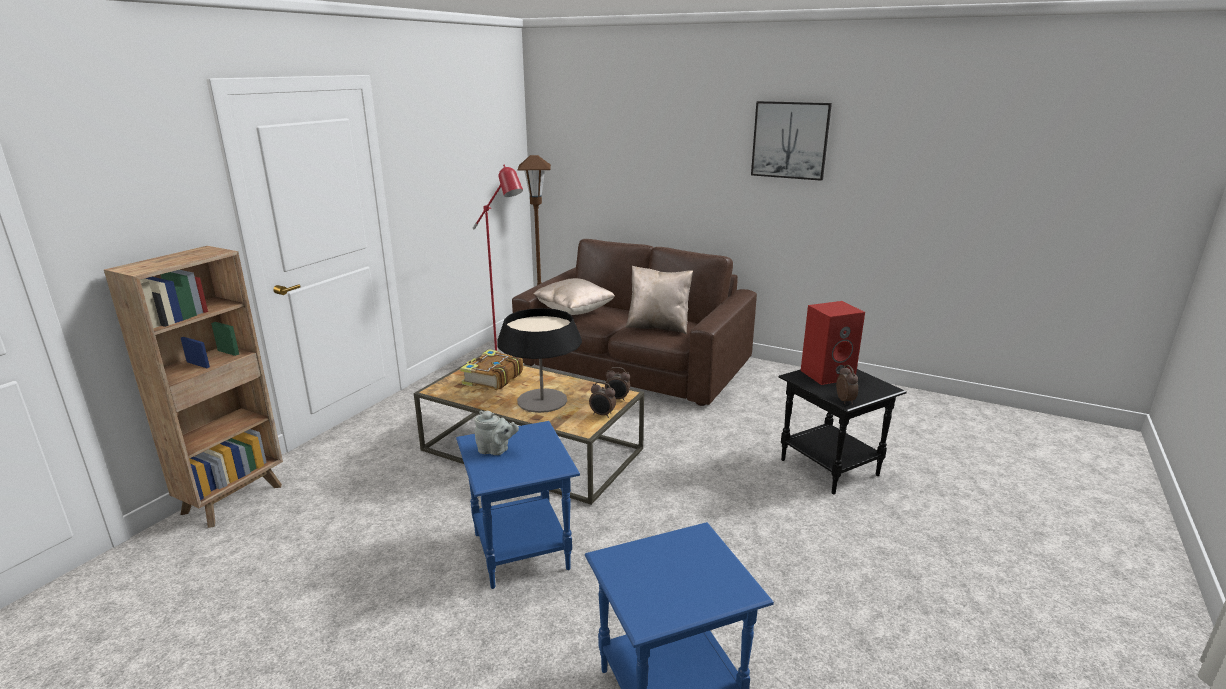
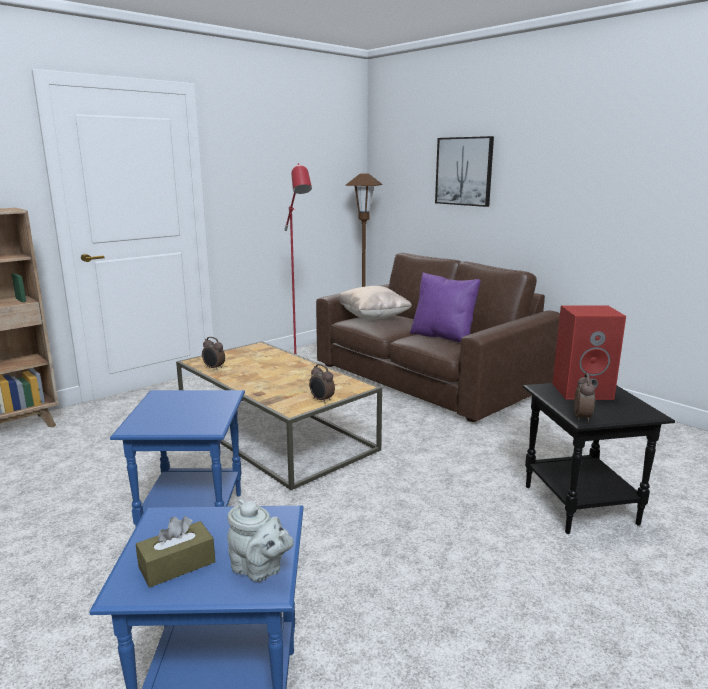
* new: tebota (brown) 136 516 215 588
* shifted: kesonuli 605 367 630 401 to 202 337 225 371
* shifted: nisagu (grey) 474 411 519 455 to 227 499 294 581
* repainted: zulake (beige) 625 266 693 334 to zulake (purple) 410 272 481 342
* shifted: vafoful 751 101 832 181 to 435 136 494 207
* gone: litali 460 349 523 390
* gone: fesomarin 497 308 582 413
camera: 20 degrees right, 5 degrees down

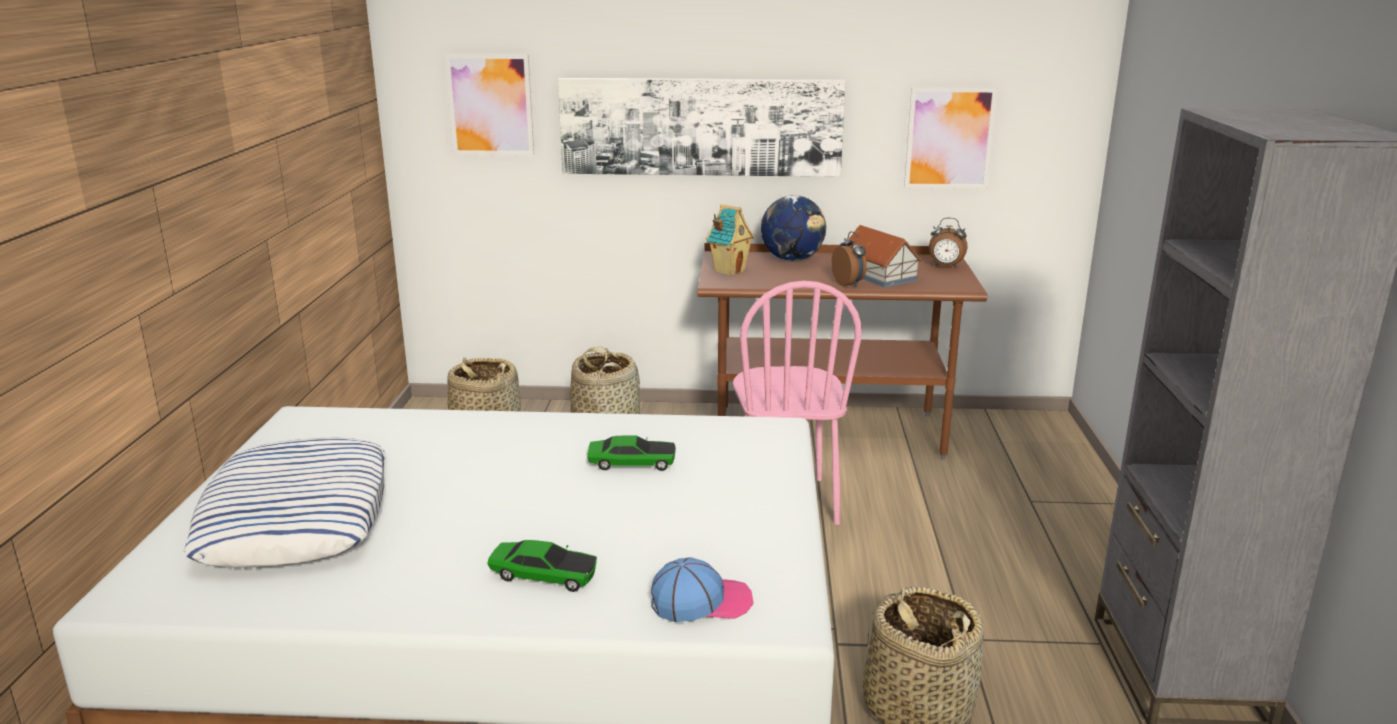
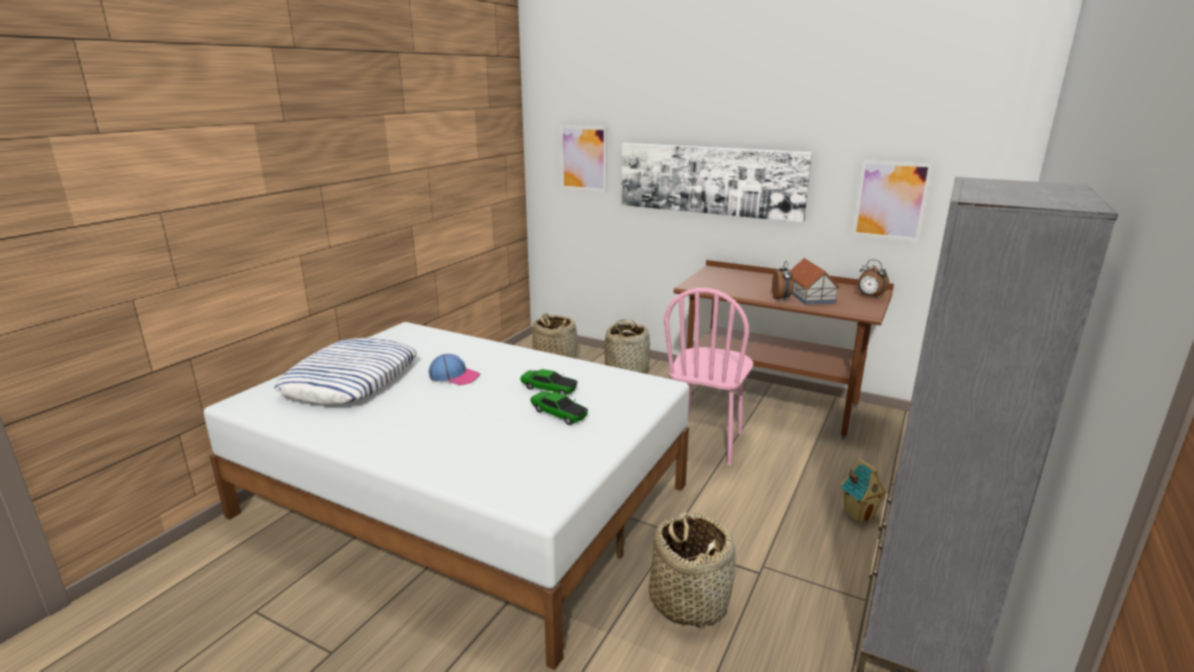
* shifted: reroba 651 557 753 622 to 429 354 480 385
* shifted: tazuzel 487 540 597 592 to 530 391 588 425
* shifted: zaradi 706 204 755 276 to 840 459 887 523
* gone: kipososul 761 195 826 261
camera: 25 degrees right, 0 degrees up

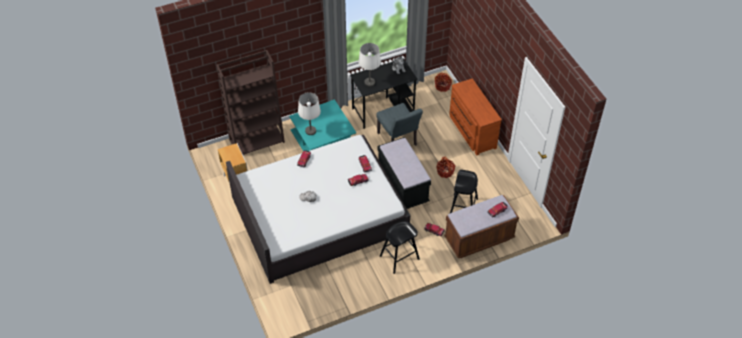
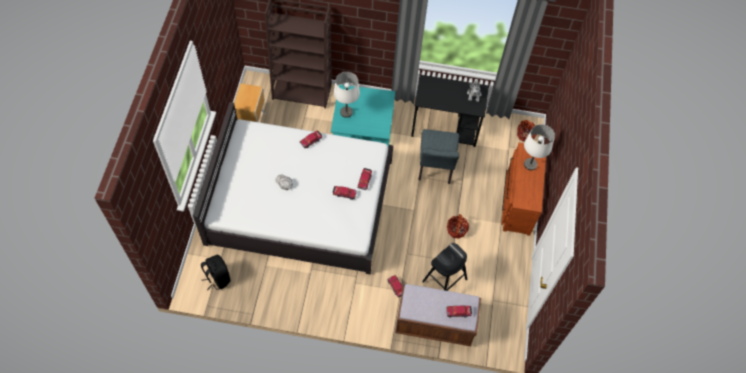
* new: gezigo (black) 201 255 231 291
* shifted: fesomarin (white) 358 43 381 87 to 524 124 555 170
* gone: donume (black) 378 137 431 209
* gone: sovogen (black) 380 221 419 274
camera: 30 degrees right, 10 degrees up

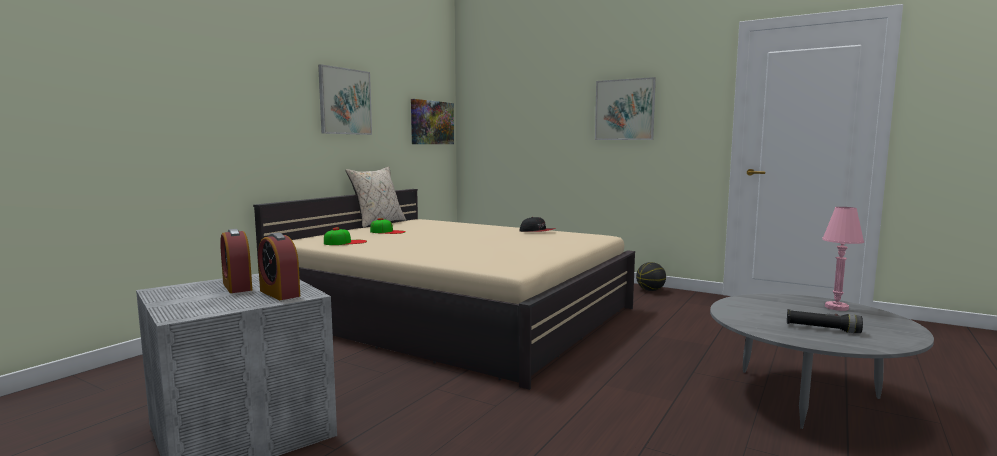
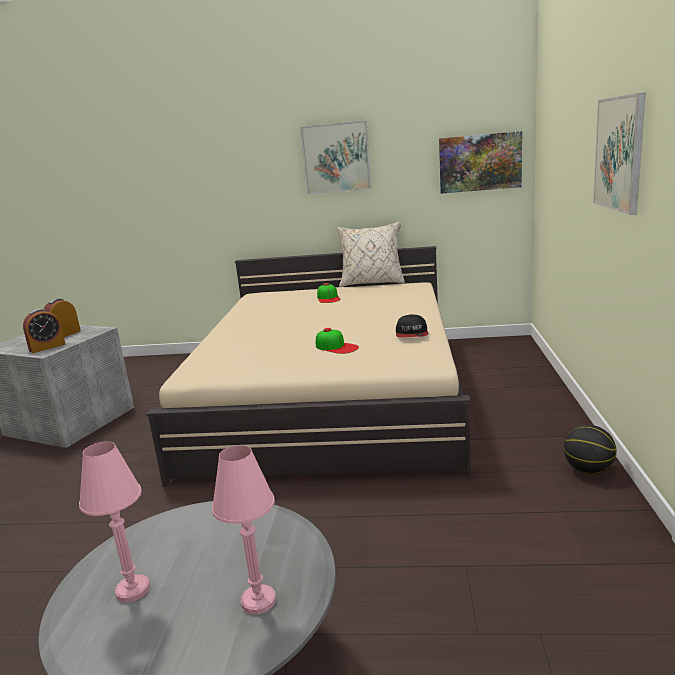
* rotated: kesonuli 258 233 300 300 = 23 309 66 353 150 degrees counterclockwise
* swapped: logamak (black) 787 309 863 333 to fesomarin (pink) 79 441 150 603
* shifted: reroba 324 227 367 245 to 316 328 359 354
camera: 65 degrees right, 10 degrees up

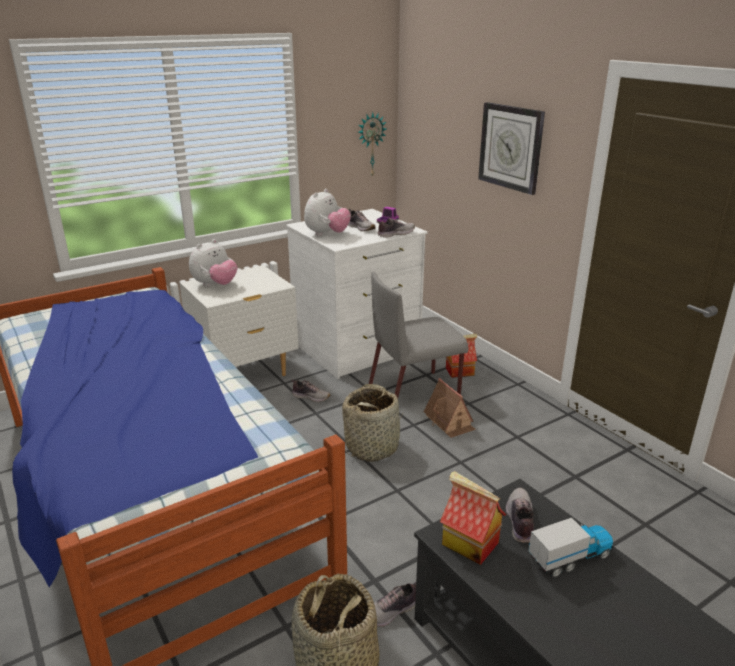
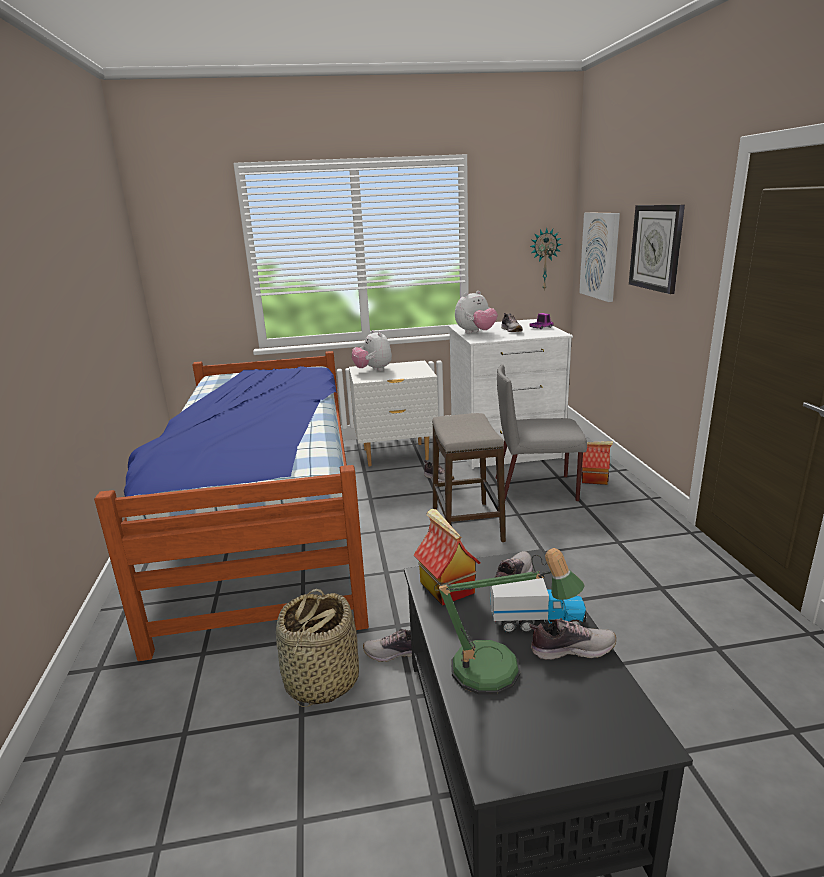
* rotated: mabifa 189 239 237 287 = 352 330 392 371 90 degrees clockwise
* swapped: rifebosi 342 384 403 462 to sovogen 432 413 506 542
* new: fesomarin 434 548 585 695
* shifted: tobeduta 377 218 415 237 to 530 618 616 660
* new: vafoful 579 212 620 302
* gone: zaradi 424 378 475 438
camera: 25 degrees right, 5 degrees down

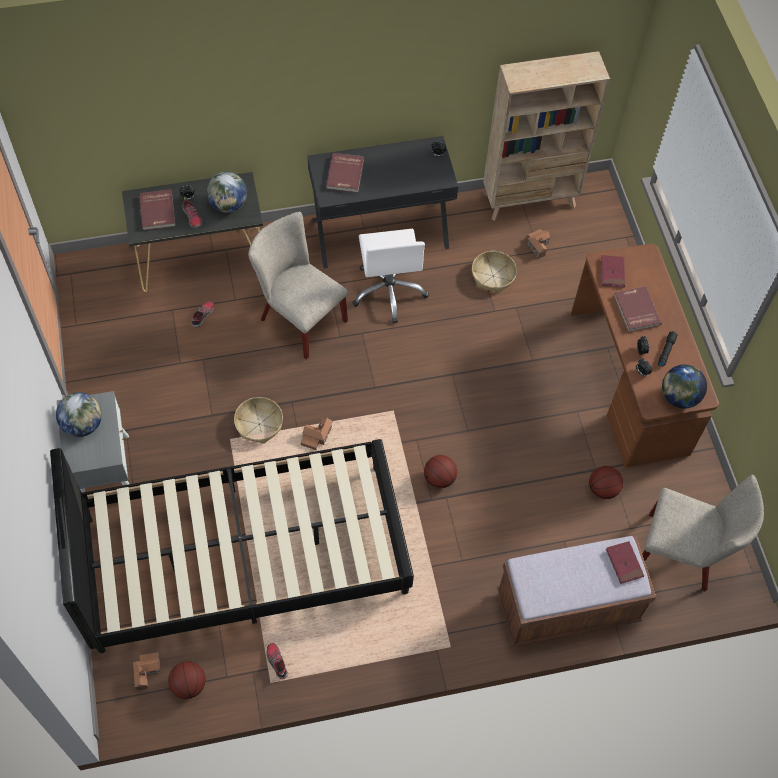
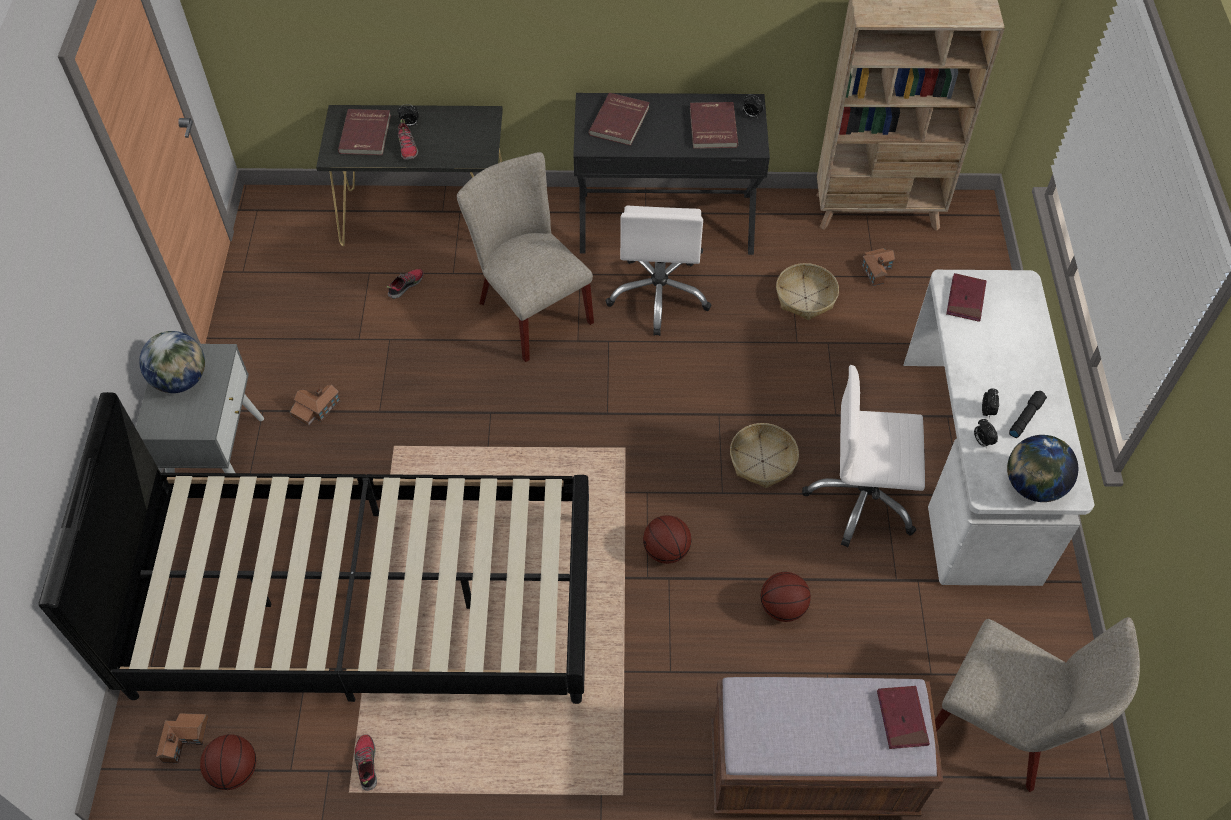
* shifted: zaradi 301 418 333 450 to 290 385 340 426
* shifted: litali (red) 614 286 662 332 to 690 102 738 149
* shifted: rifebosi 234 397 283 444 to 730 423 799 488
* shifted: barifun 589 466 623 499 to 761 572 811 622
* new: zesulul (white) 802 365 925 547
* repainted: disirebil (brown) 571 244 719 467 to disirebil (white) 904 270 1095 586
* gone: kipososul 207 172 247 213
camera: 15 degrees right, 5 degrees down

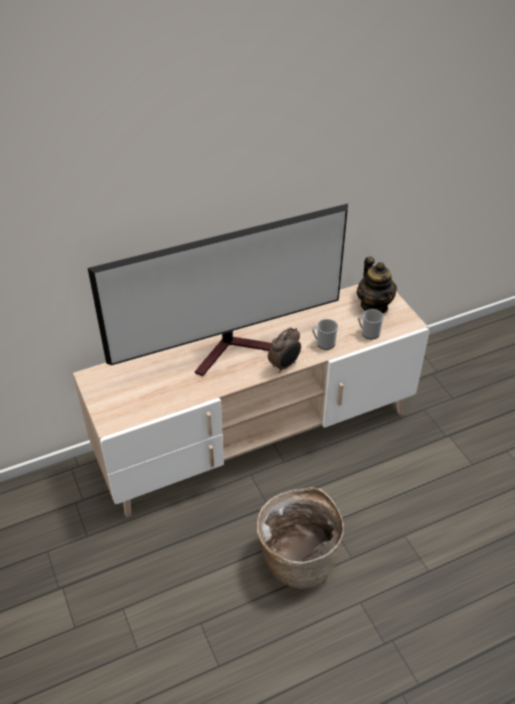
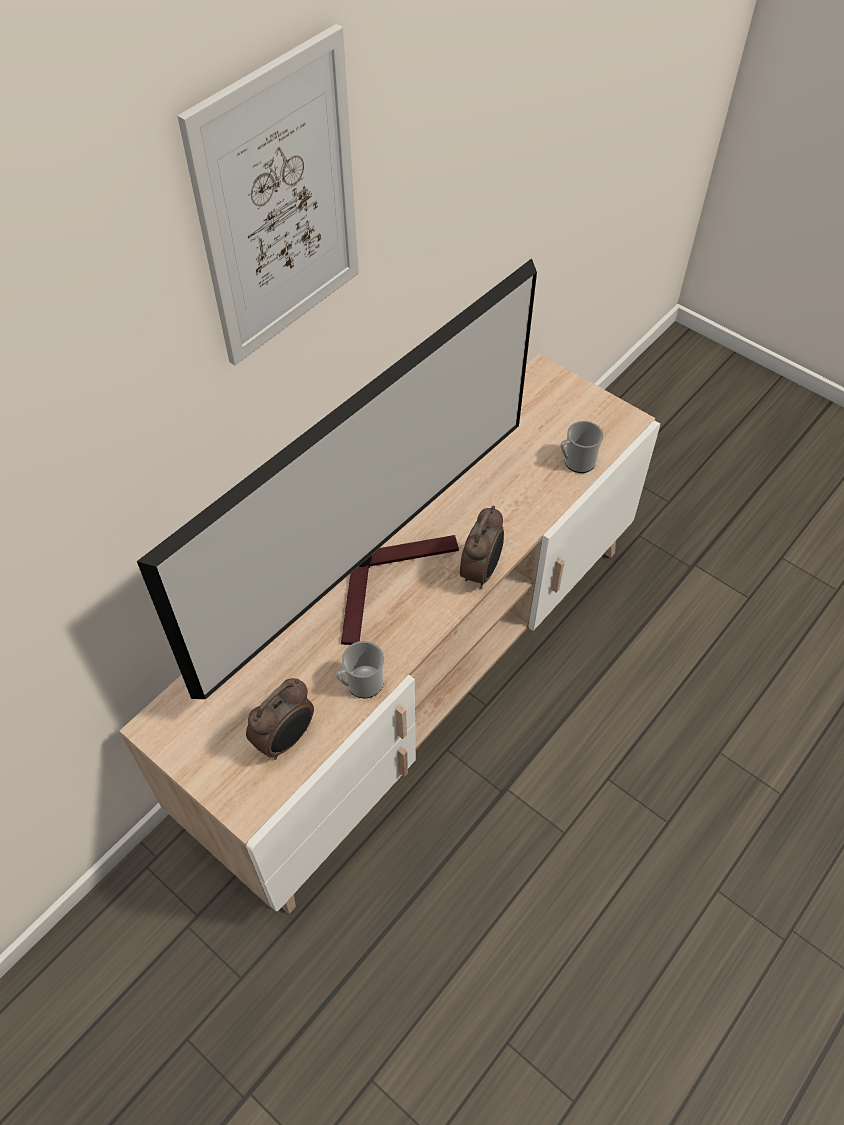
* new: vafoful 178 24 359 365
* new: kesonuli 246 678 314 760
* shifted: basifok 312 319 338 350 to 336 641 384 698
* gone: rifebosi 257 487 344 589
* gone: nisagu 357 257 397 313
camera: 25 degrees left, 10 degrees up

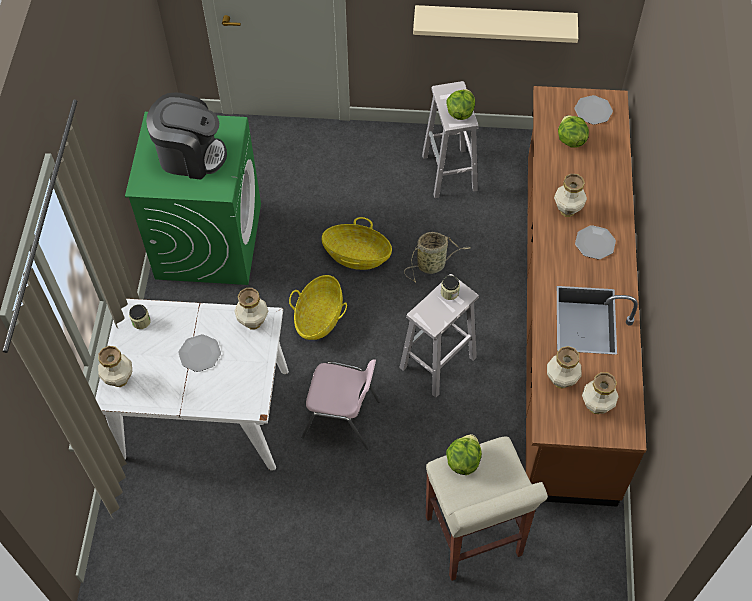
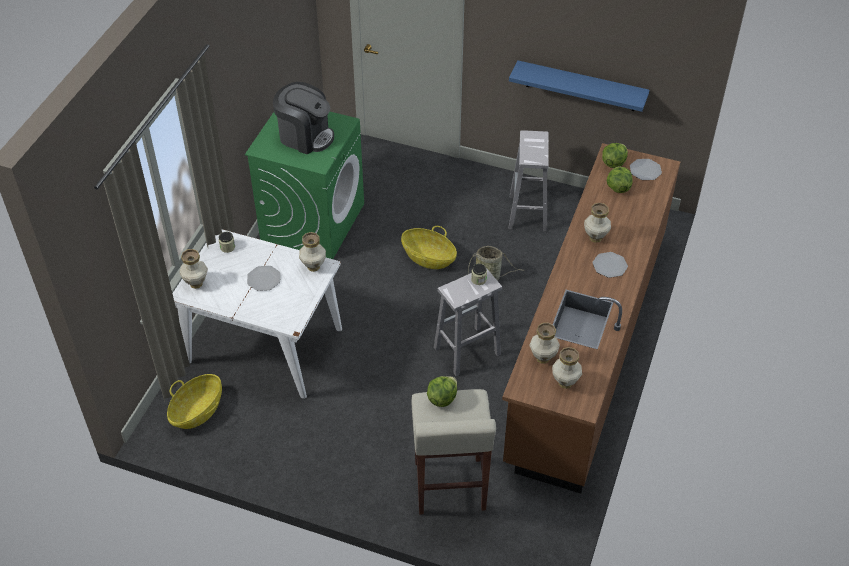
* shifted: rifebosi 289 275 347 340 to 167 374 222 429
* repainted: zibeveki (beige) 413 5 578 43 to zibeveki (blue) 509 60 649 112
* shifted: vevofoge 446 89 475 120 to 602 143 628 168
* gone: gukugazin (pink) 301 359 380 450
camera: 15 degrees right, 10 degrees down

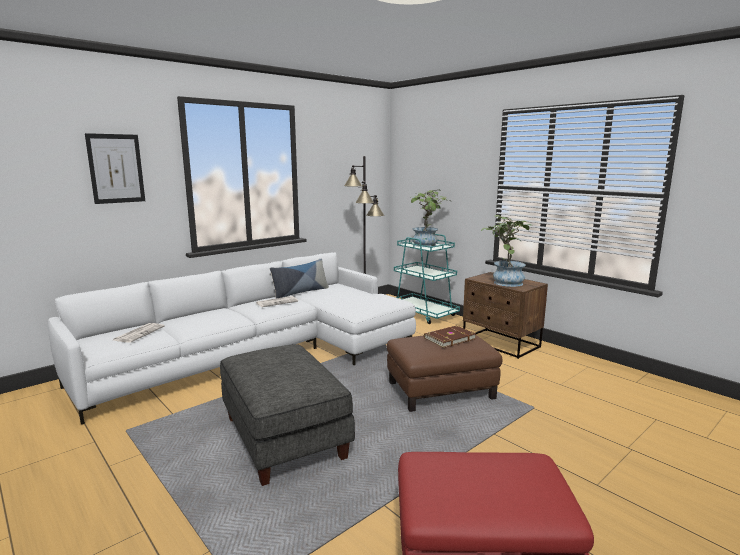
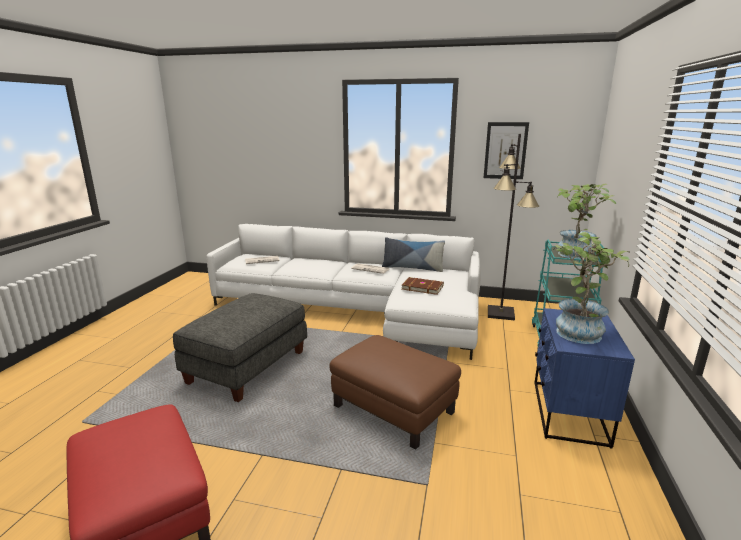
* shifted: litali (brown) 424 326 476 348 to 402 277 444 295
* shifted: vafoful 85 133 145 204 to 484 122 529 179
* repainted: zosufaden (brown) 463 272 548 359 to zosufaden (blue) 534 308 635 449
camera: 55 degrees right, 5 degrees up

